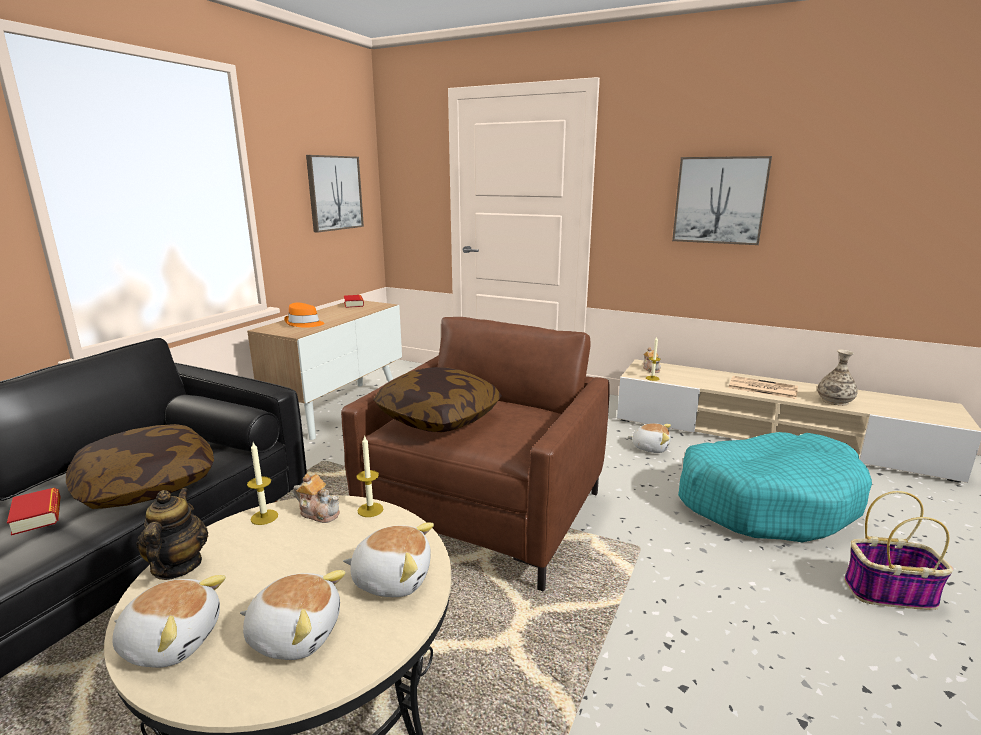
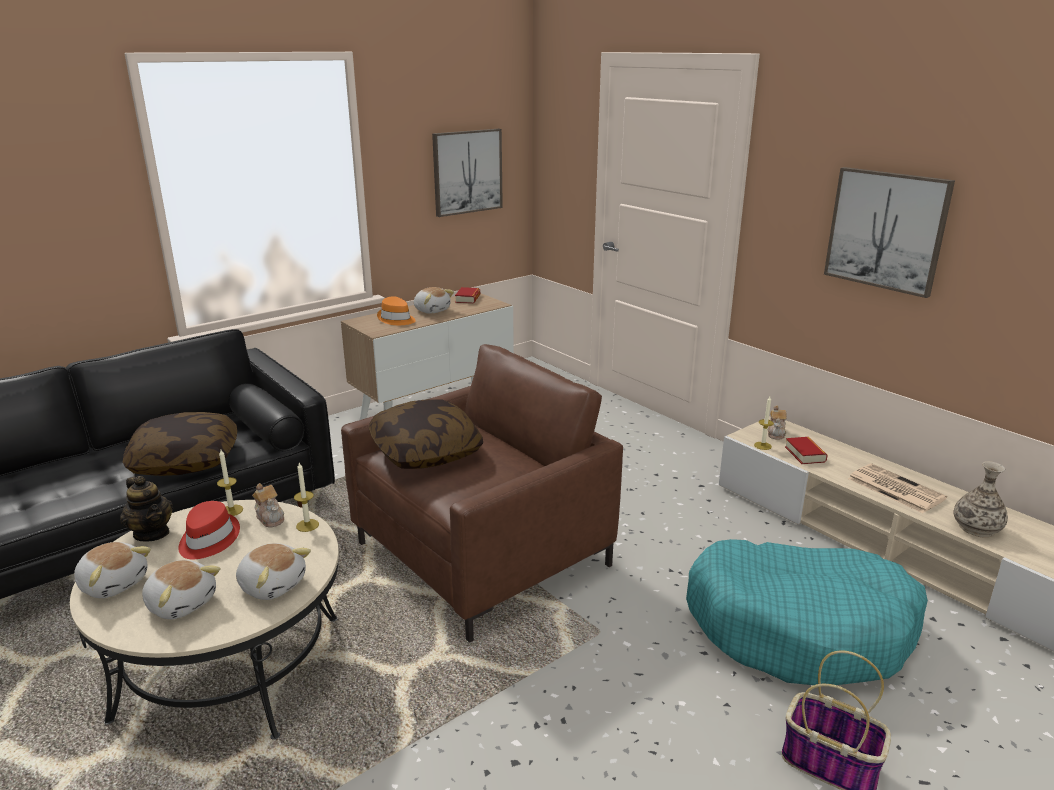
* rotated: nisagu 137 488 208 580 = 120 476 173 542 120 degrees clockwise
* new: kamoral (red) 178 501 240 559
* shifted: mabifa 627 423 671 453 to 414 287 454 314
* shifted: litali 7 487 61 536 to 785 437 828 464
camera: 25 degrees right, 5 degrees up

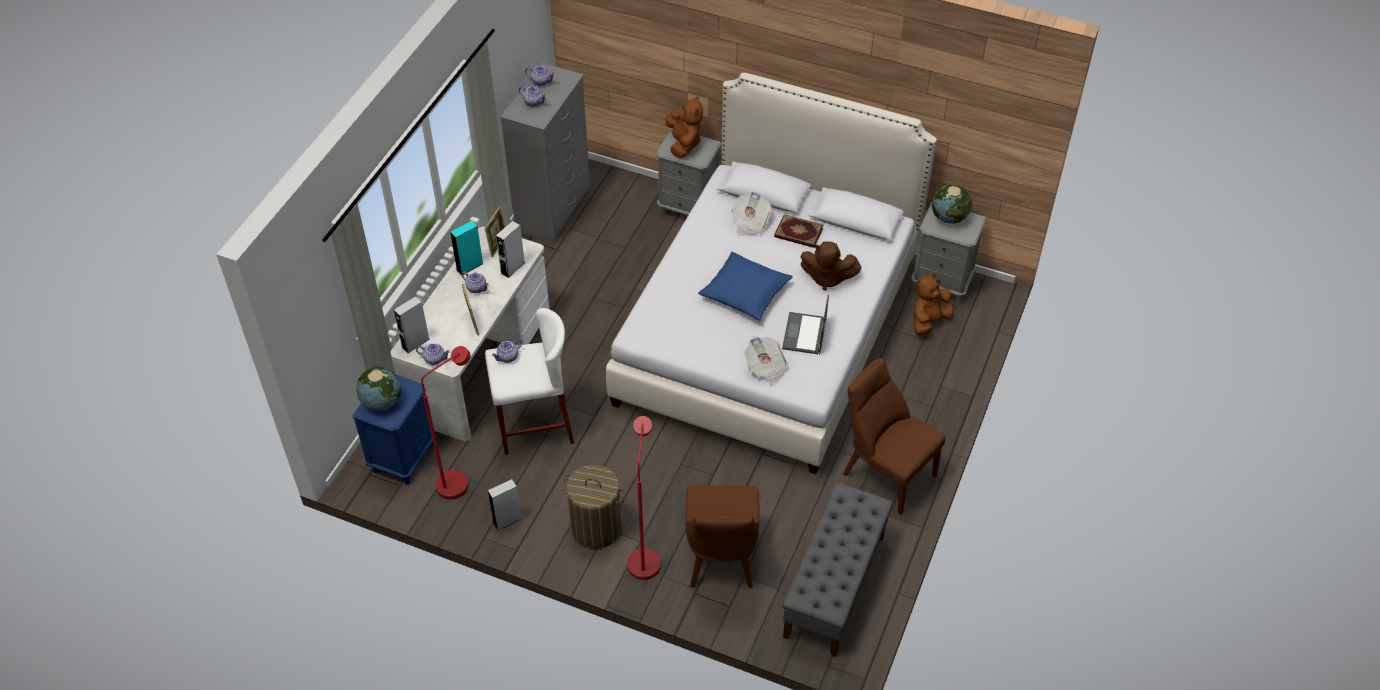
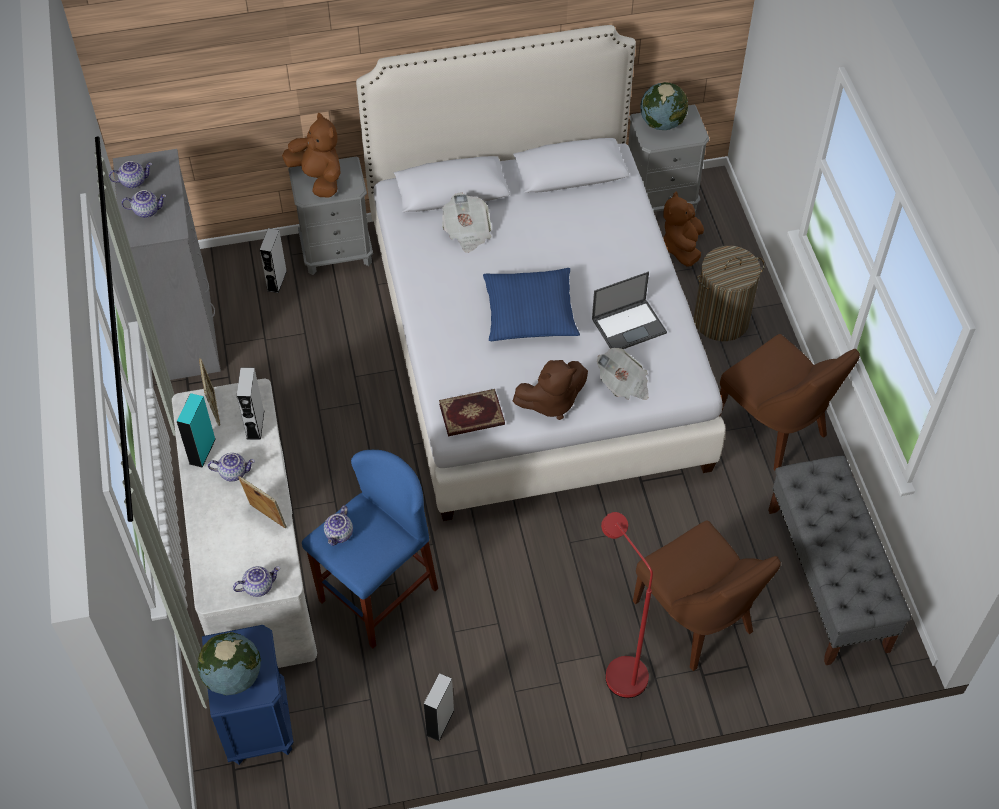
* shifted: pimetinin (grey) 394 296 430 353 to 260 228 287 293
* repainted: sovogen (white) 485 308 574 455 to sovogen (blue) 302 450 438 648
* shifted: litali 774 214 823 248 to 439 389 505 436
* shifted: mabifa (brown) 800 241 862 290 to 513 360 588 420
* rotated: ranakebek 782 295 829 355 = 592 271 667 349 90 degrees counterclockwise
* shifted: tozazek 561 465 625 549 to 694 246 765 341
* rotated: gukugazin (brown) 843 358 946 515 = 719 334 860 470 135 degrees counterclockwise
* gone: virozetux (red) 421 346 471 499
camera: 35 degrees left, 5 degrees up

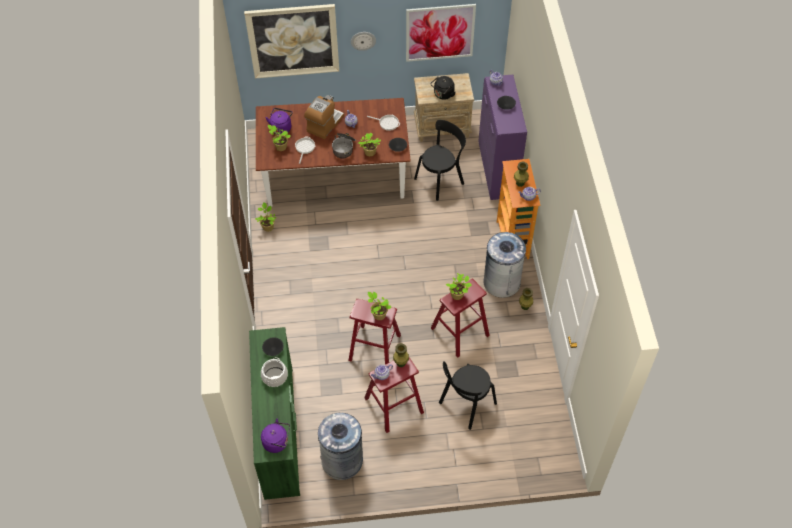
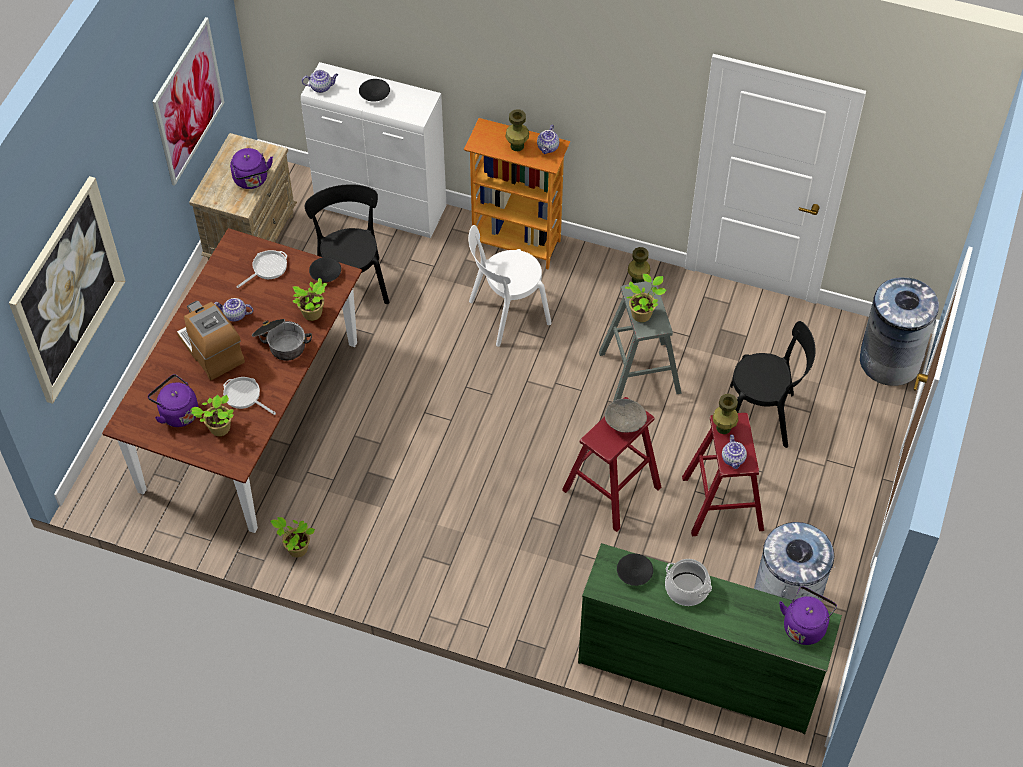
* repainted: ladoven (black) 430 76 455 100 to ladoven (purple) 230 148 273 189
* repainted: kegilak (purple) 478 75 527 200 to kegilak (white) 301 62 446 238
* new: gukugazin (white) 468 225 552 347
* repainted: sovogen (red) 431 279 490 358 to sovogen (grey) 599 280 682 401
* swapped: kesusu 368 292 392 320 to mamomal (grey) 605 399 647 432
* rotated: gukugazin (black) 439 361 497 430 = 730 321 815 448 60 degrees counterclockwise
* shifted: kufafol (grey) 483 232 527 298 to 860 276 939 386
* gone: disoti 351 32 376 51
camera: 65 degrees left, 0 degrees up

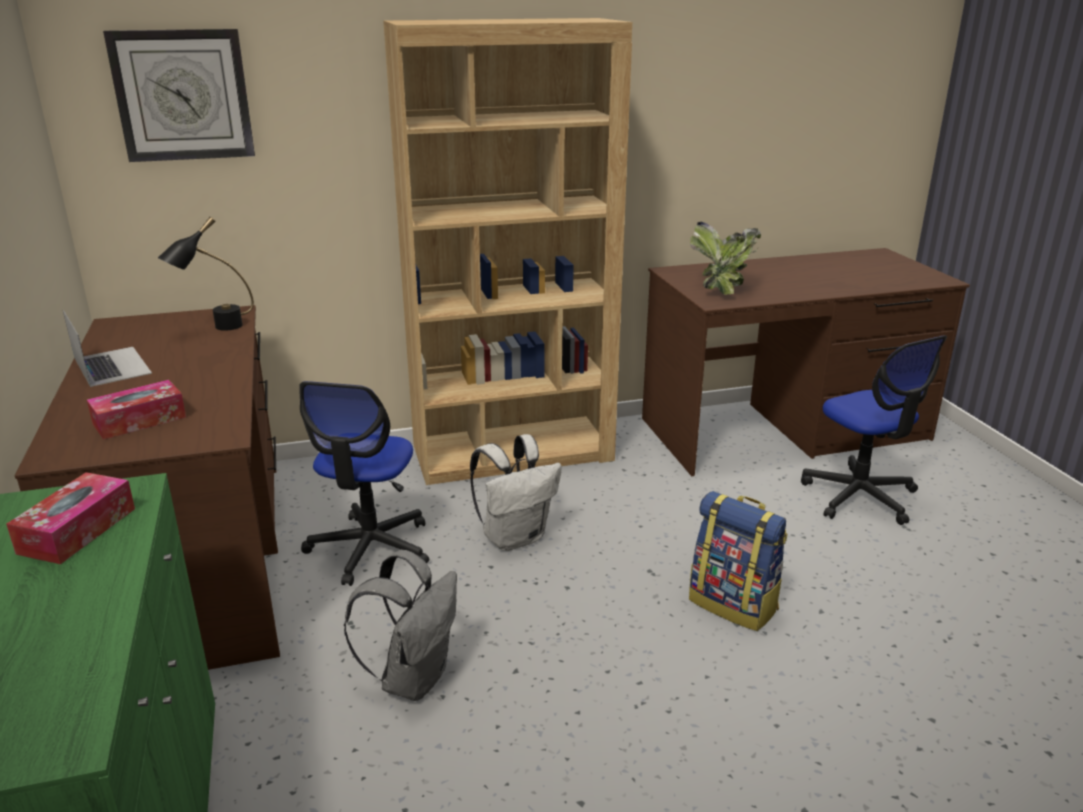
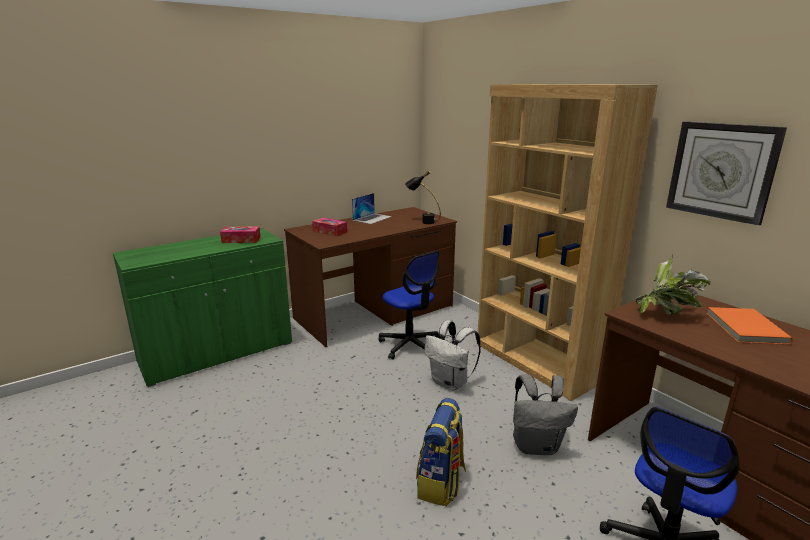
* rotated: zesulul 299 381 429 586 = 379 251 441 360 120 degrees counterclockwise
* shifted: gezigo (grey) 344 550 457 701 to 513 374 578 455
* shifted: disoti 103 29 255 162 to 666 121 787 226
* new: litali (orange) 707 307 793 345
camera: 70 degrees right, 5 degrees down

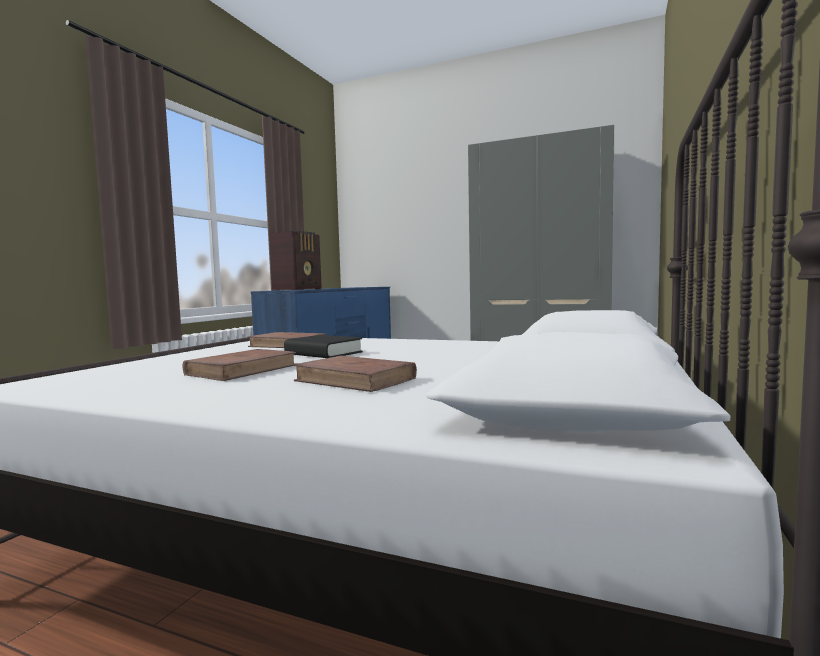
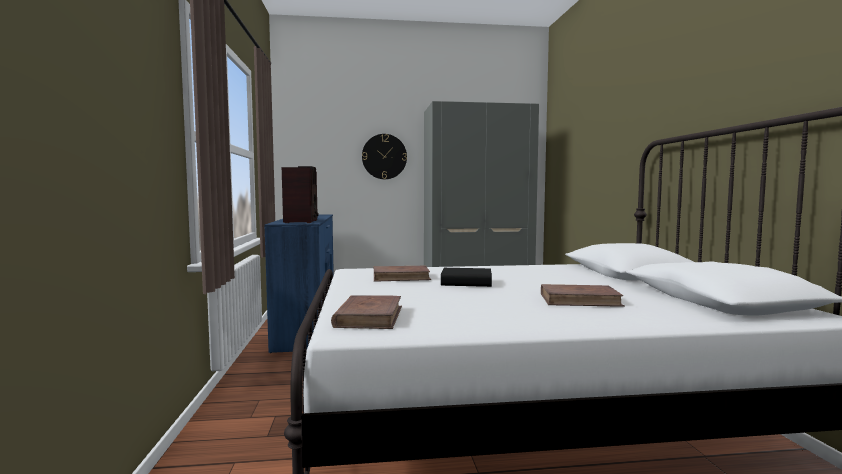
* shifted: litali (brown) 182 349 299 381 to 331 295 402 329
* new: disoti 362 134 407 179
camera: 30 degrees left, 0 degrees up

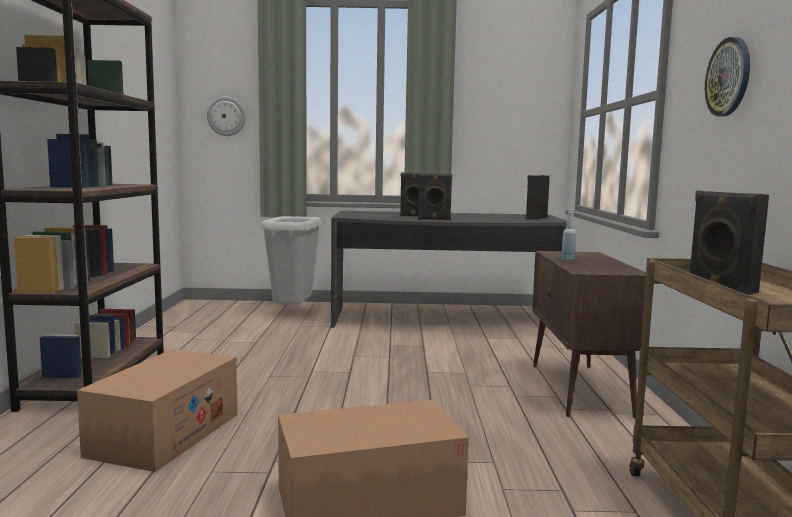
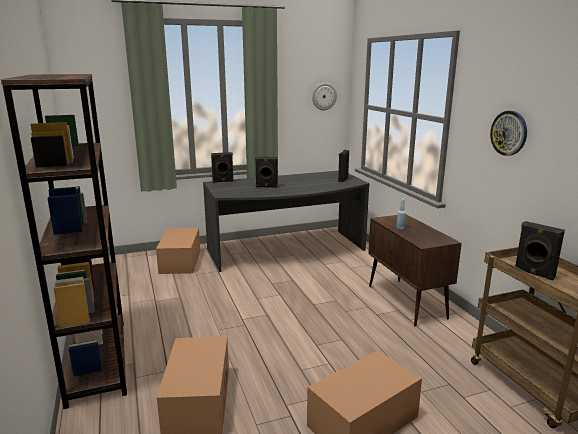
* swapped: kufafol (grey) 261 216 322 305 to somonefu 156 228 200 274
* shifted: pimetinin (black) 418 173 452 220 to 211 152 234 183
* shifted: disoti 207 96 246 136 to 312 83 337 110
camera: 20 degrees left, 10 degrees up

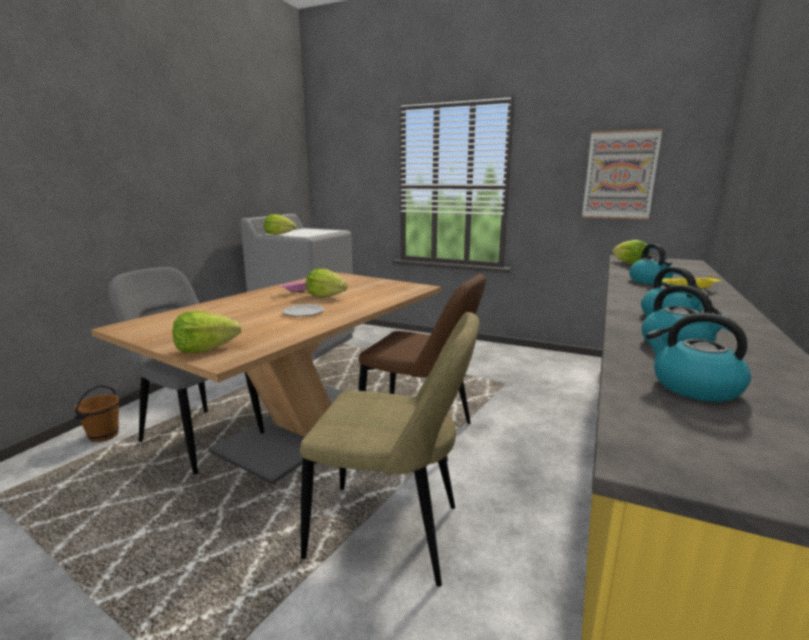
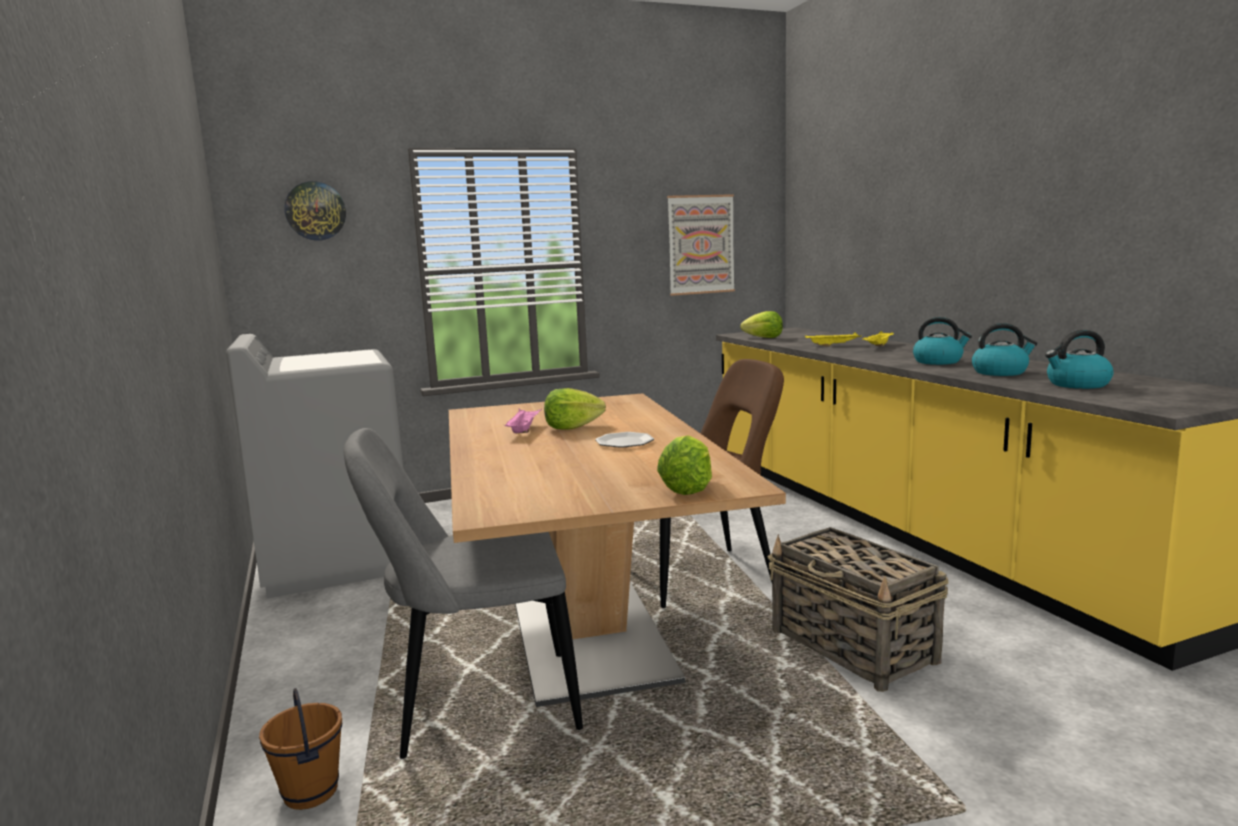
* new: disoti 285 181 346 241
* swapped: gukugazin (beige) 300 312 479 587 to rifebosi 768 527 948 692
* swapped: ladoven 629 244 673 284 to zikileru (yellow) 805 332 862 347
* gone: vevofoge 264 214 296 235
camera: 45 degrees left, 5 degrees down

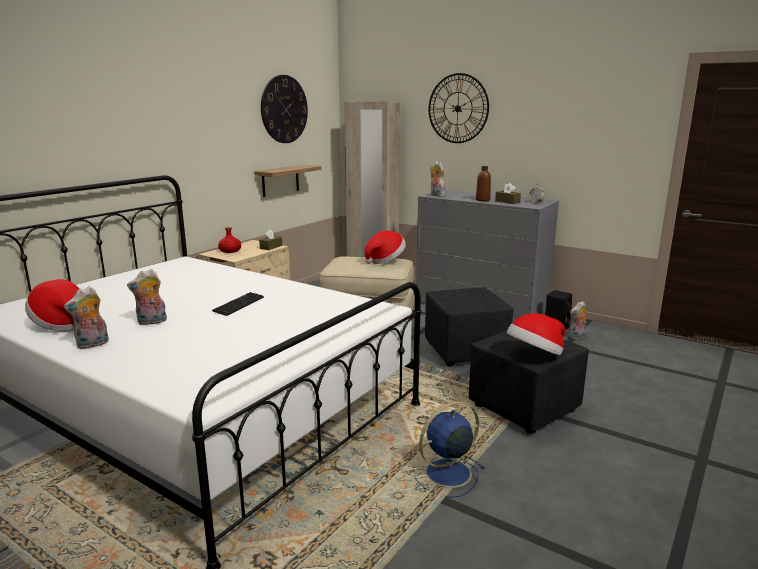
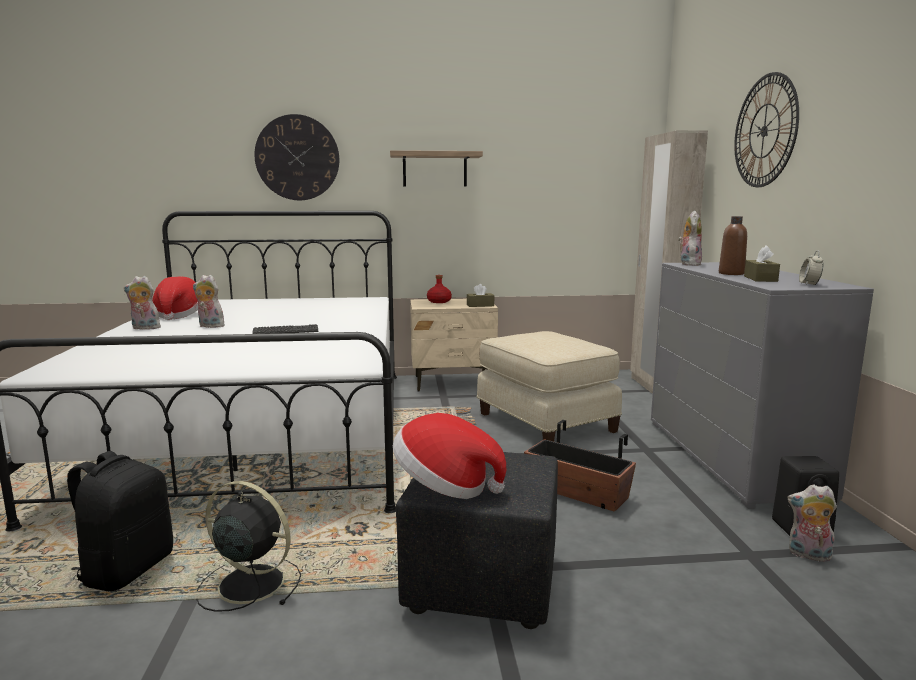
* new: gezigo (black) 67 451 173 591
* repainted: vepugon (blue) 414 401 485 498 to vepugon (black) 197 481 301 612
* shifted: disoti 261 75 308 143 to 254 114 339 200
* shifted: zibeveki 254 165 321 197 to 390 150 483 187
* swapped: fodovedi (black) 425 287 513 367 to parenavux 524 420 636 511
* gone: kamoral 364 231 406 264
camera: 50 degrees right, 5 degrees down

